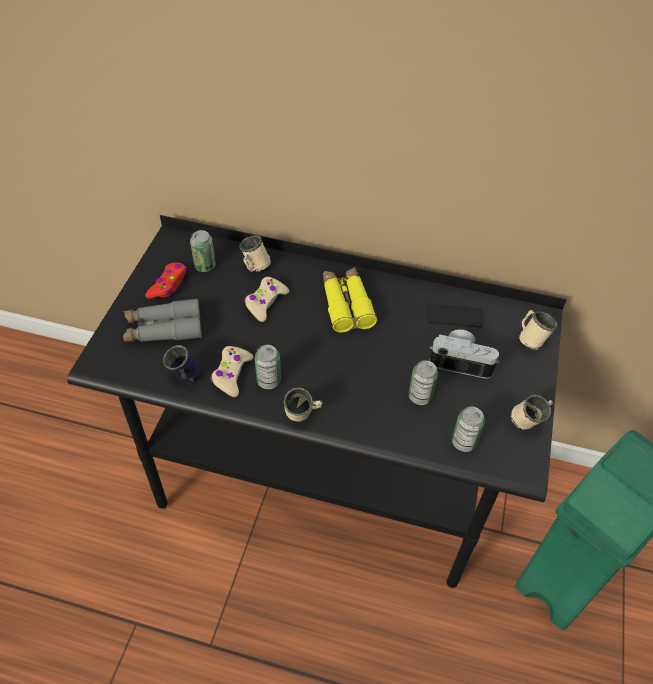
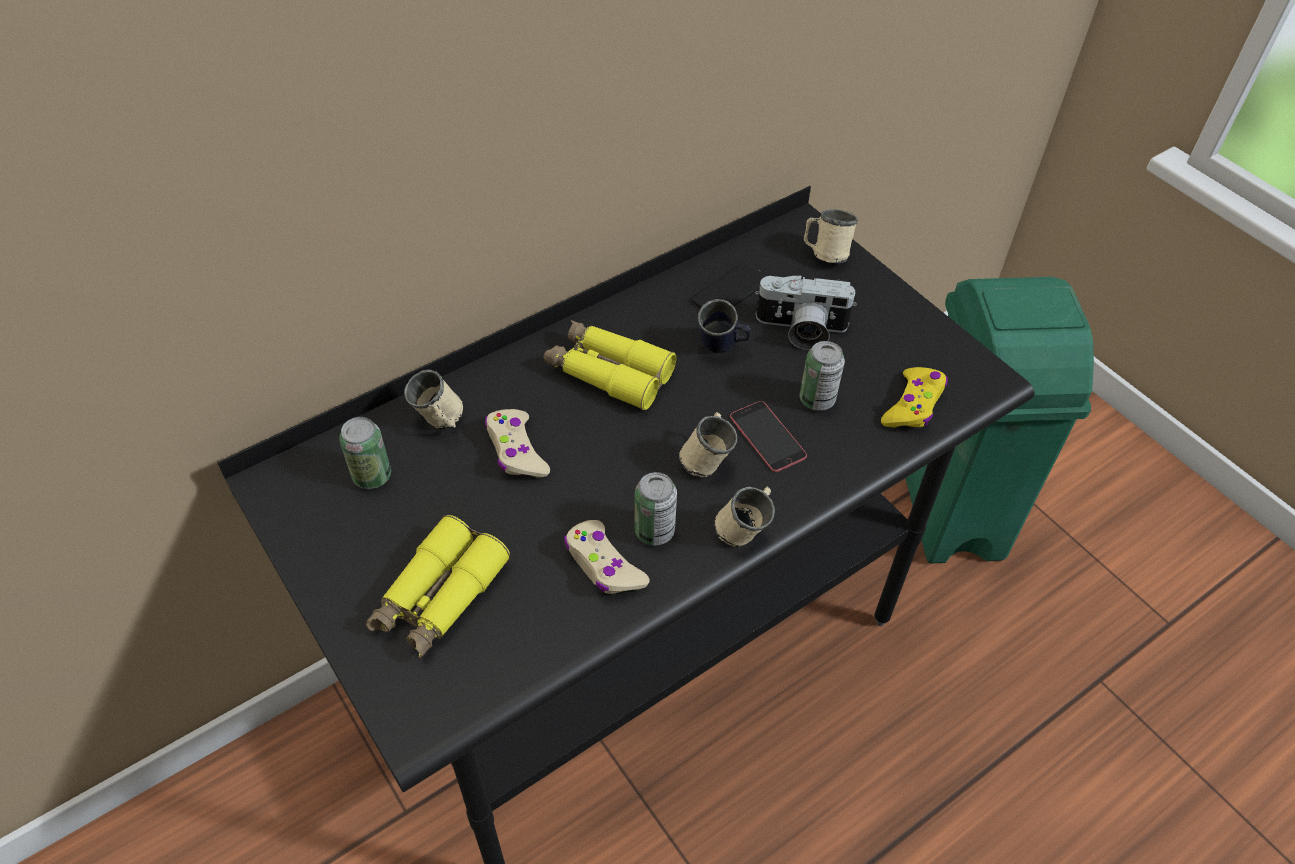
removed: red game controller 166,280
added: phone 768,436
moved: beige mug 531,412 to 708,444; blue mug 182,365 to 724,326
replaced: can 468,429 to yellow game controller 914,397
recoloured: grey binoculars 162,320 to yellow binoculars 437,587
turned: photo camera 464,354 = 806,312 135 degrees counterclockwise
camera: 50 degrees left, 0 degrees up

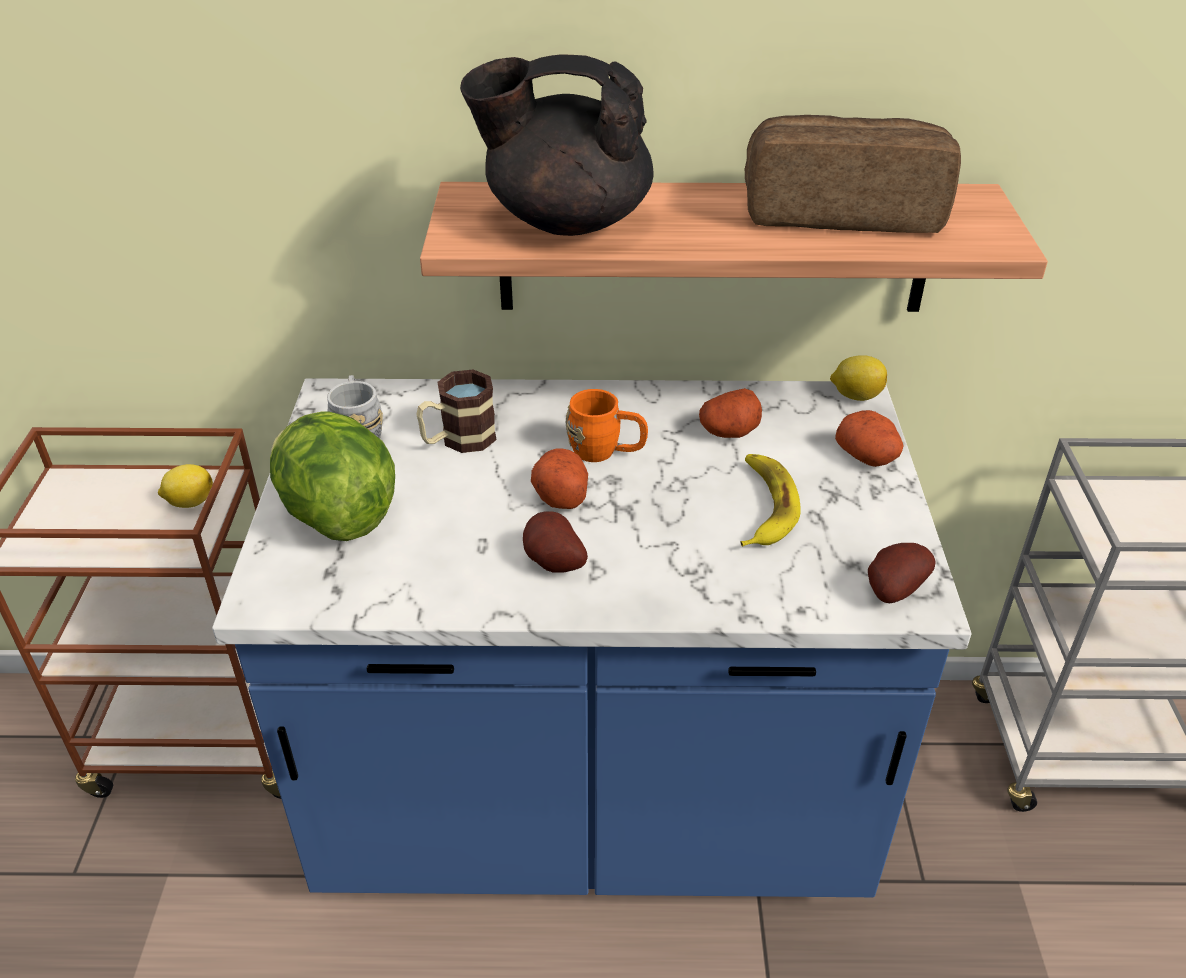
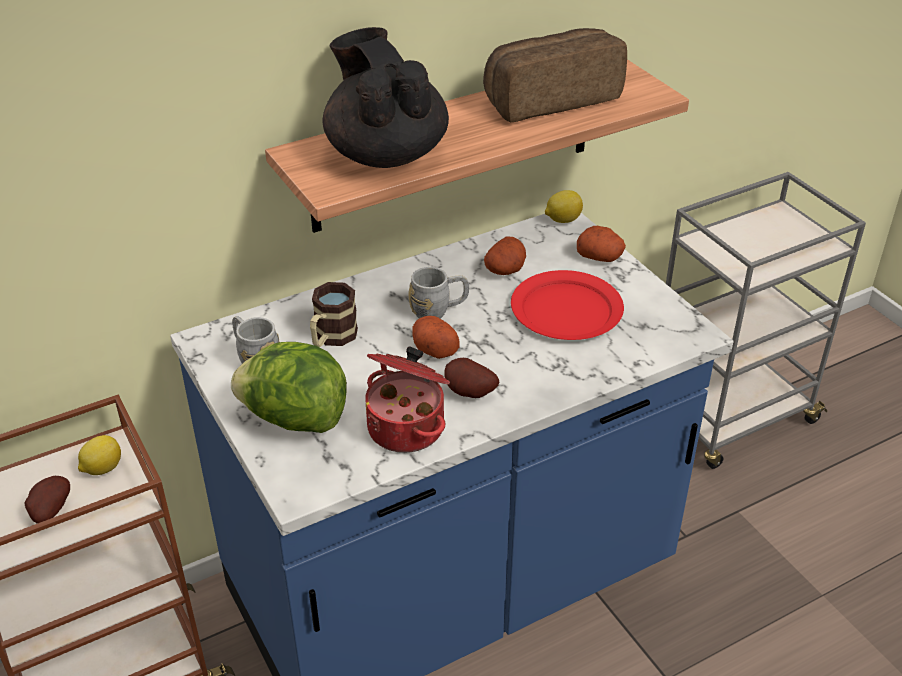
added: cooking pot 407,399
moved: potato 901,573 to 47,500
replaced: banana 770,500 to red plate 567,305
recoloured: orange mug 607,425 to grey mug 438,293
turned: black teapot 556,145 = 385,97 90 degrees clockwise
camera: 30 degrees left, 0 degrees up

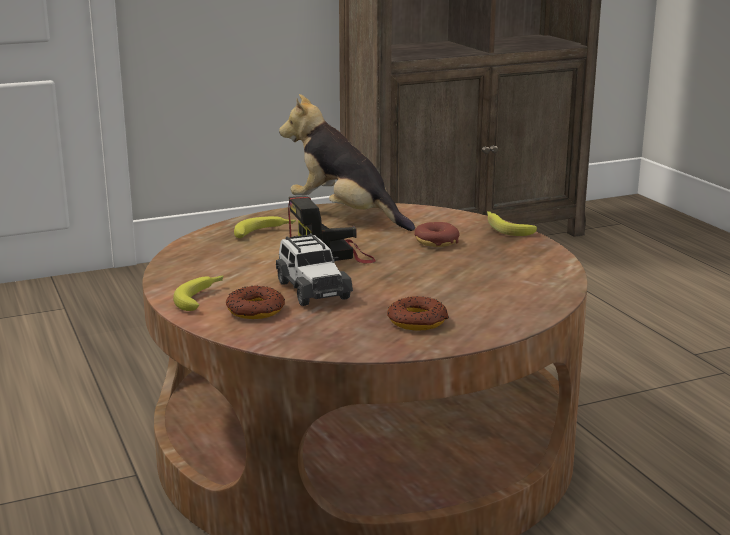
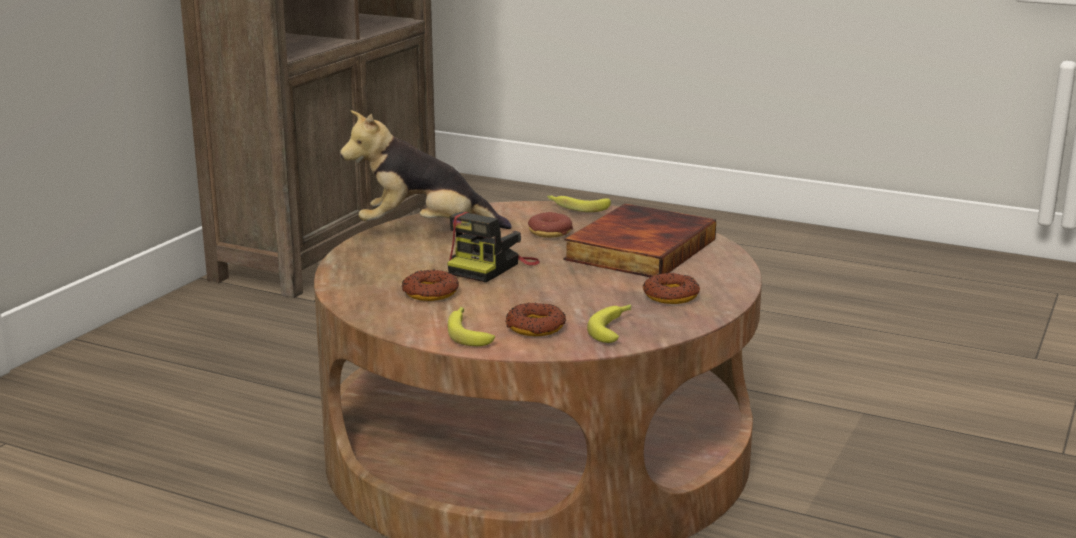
removed: toy car 314,269
added: donut 430,285; book 639,240
moved: banana 265,227 to 609,324
camera: 40 degrees left, 0 degrees up

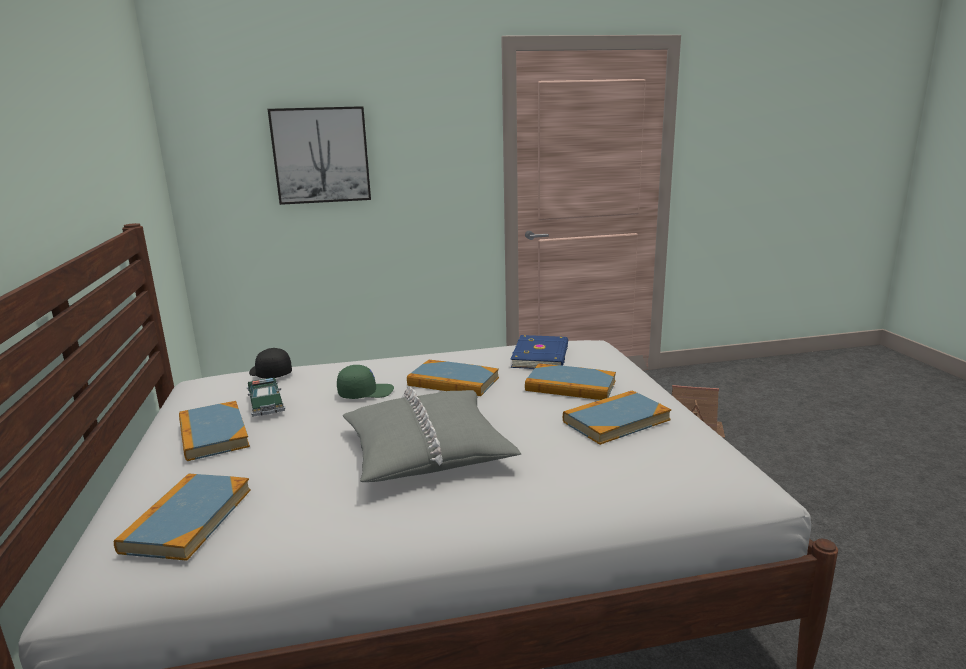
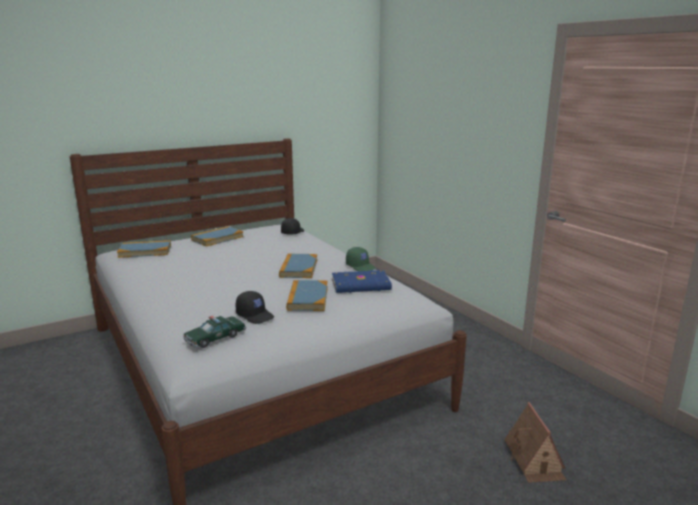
removed: picture 319,155; grey pillow 432,434
moved: toy car 266,397 to 214,332; green cap 365,382 to 361,259
replaced: book 617,417 to black cap 255,307
camera: 70 degrees right, 0 degrees up

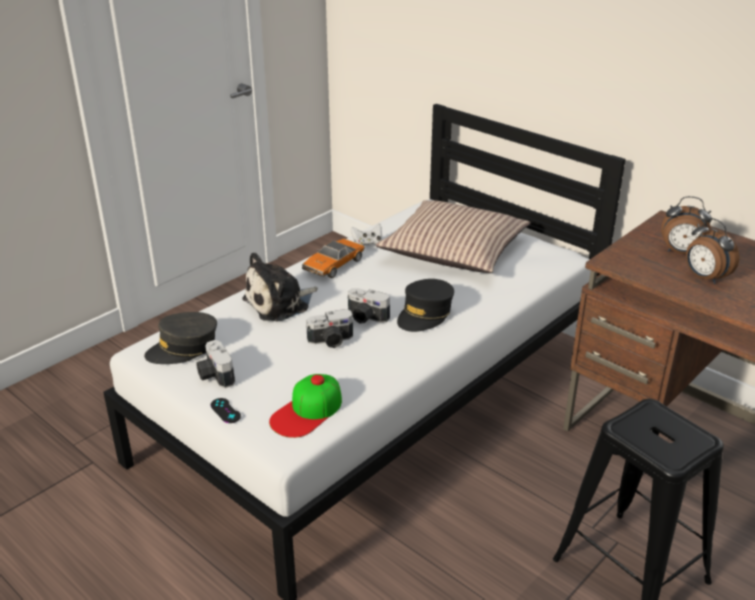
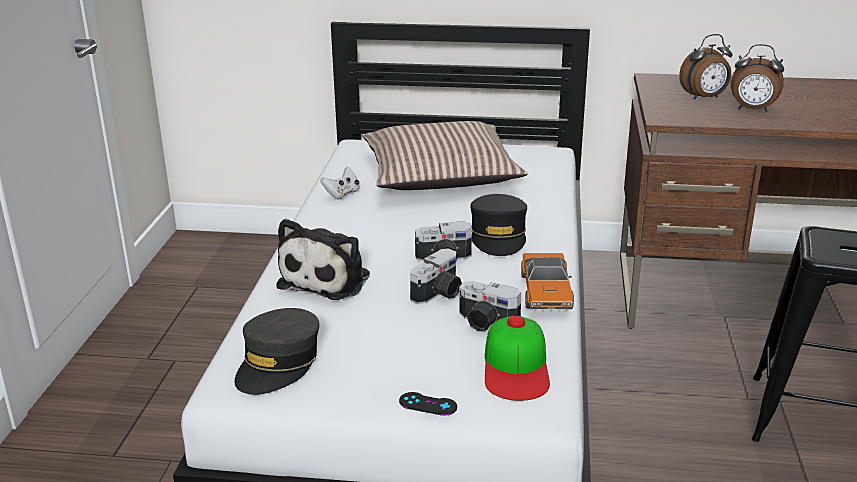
moved: photo camera 215,364 to 490,306; toy car 333,258 to 547,281
camera: 35 degrees left, 5 degrees down

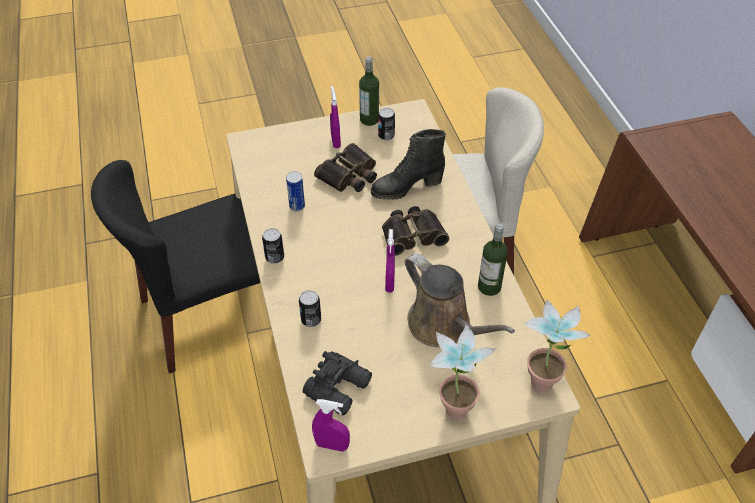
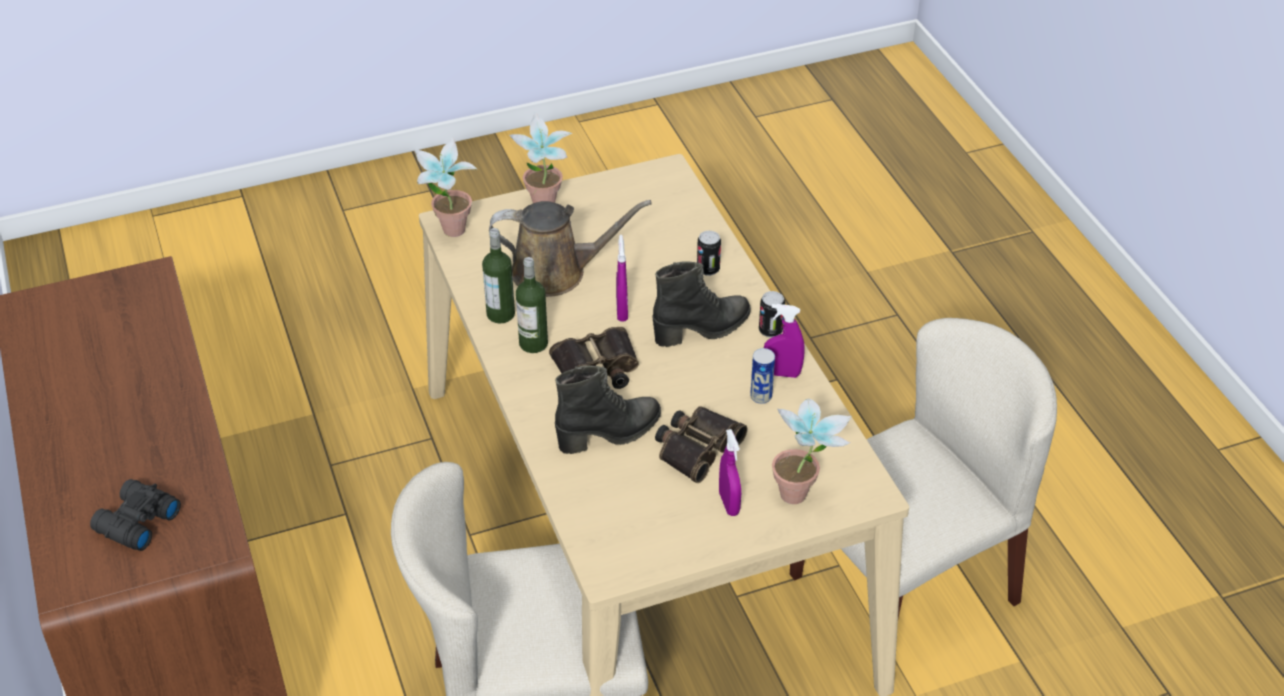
removed: can 386,124
added: black boot 701,304; potted plant 812,451
moved: black binoculars 337,383 to 135,515; bottle 369,91 to 532,305; purple spray bottle 331,425 to 784,341
recoloured: black chair 175,267 to beige chair 923,468
turned: brown watering can 460,300 = 570,248 135 degrees clockwise
camera: 175 degrees right, 5 degrees down

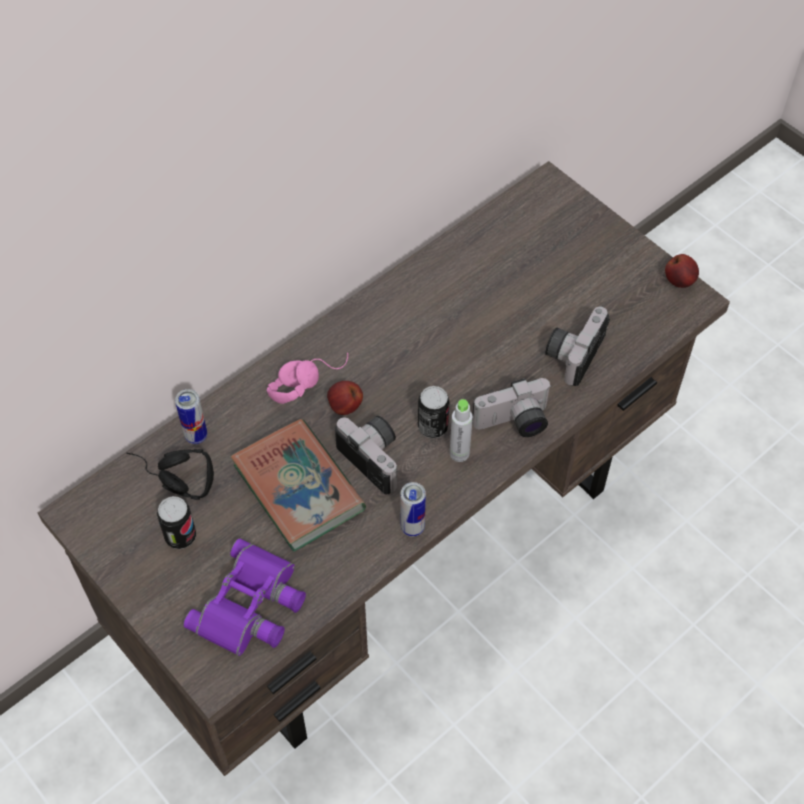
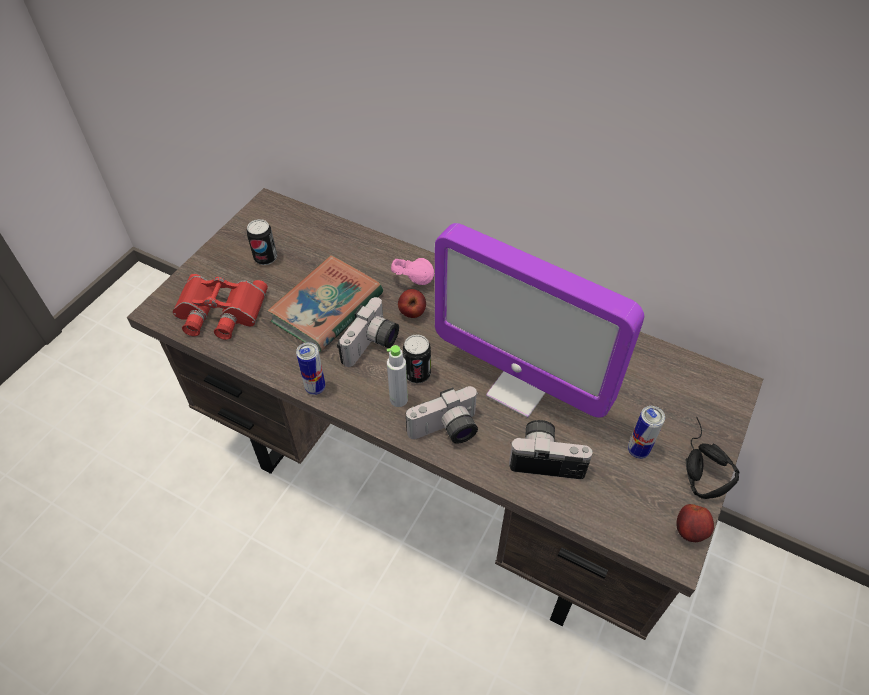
added: monitor 539,320
moved: can 191,416 to 646,432; black headphones 170,474 to 713,458
recoloured: purple binoculars 244,597 to red binoculars 220,307
turned: photo camera 512,407 = 442,415 75 degrees counterclockwise
camera: 70 degrees right, 5 degrees down

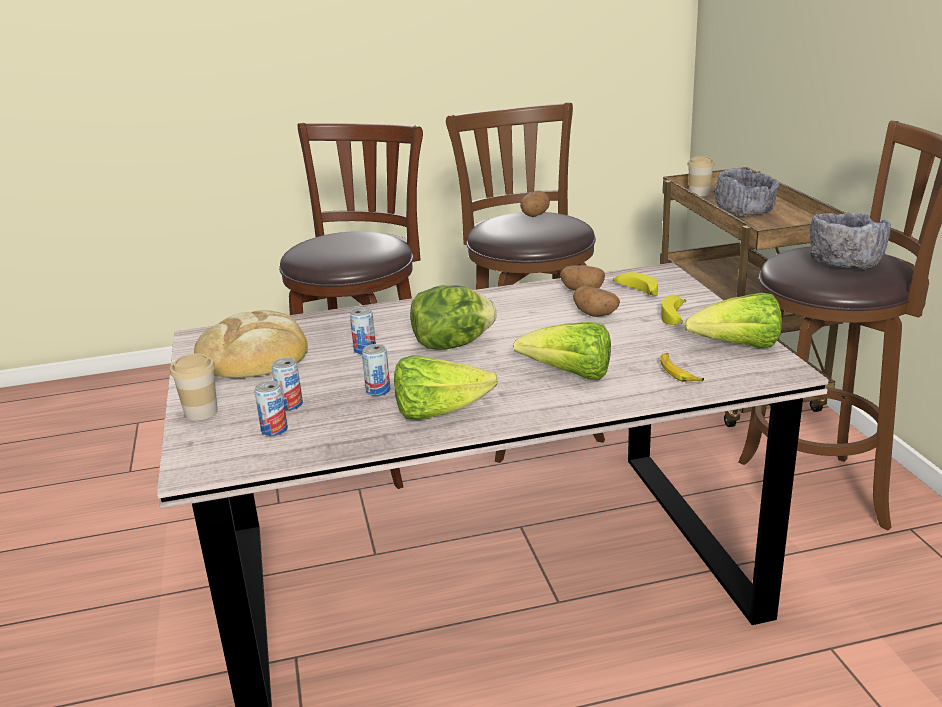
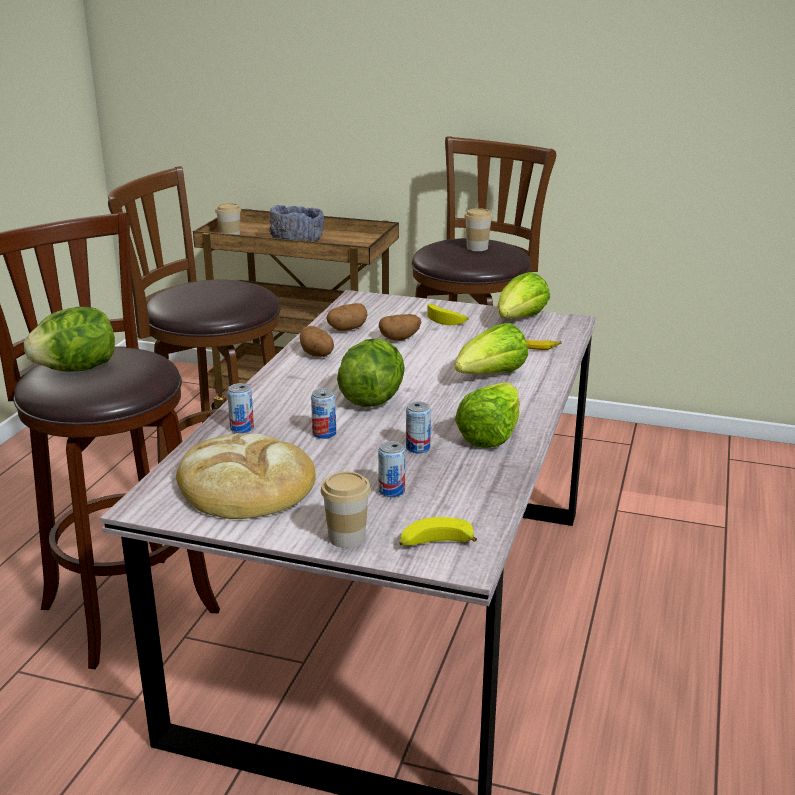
added: lettuce 69,339
moved: can 271,408 to 240,408; potato 535,203 to 317,341; banana 635,284 to 438,531
replaced: grey bowl 850,241 to cup 478,229
camera: 60 degrees left, 0 degrees up

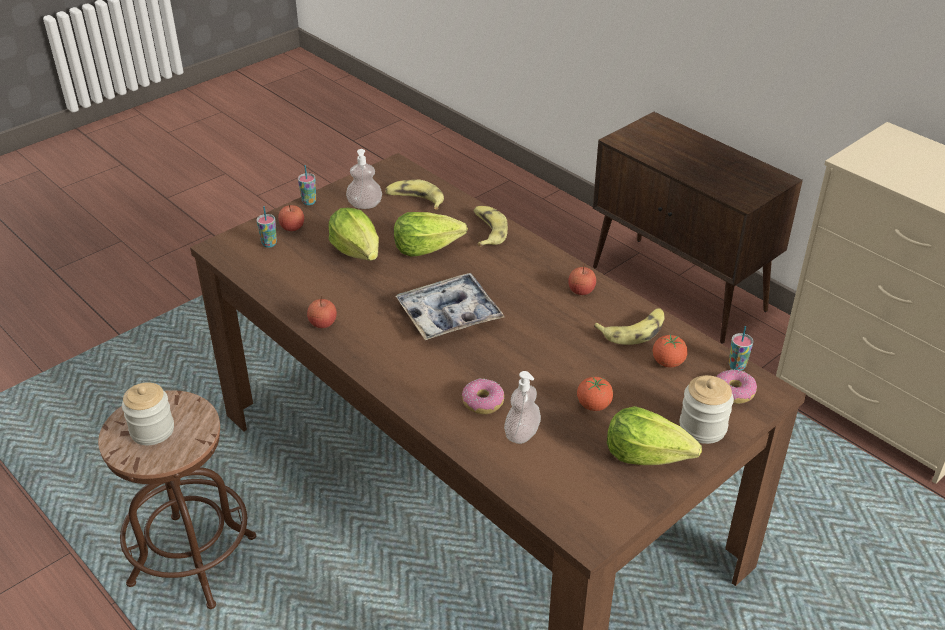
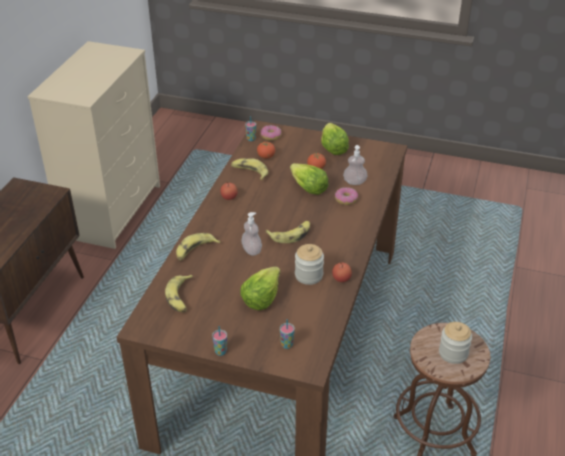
removed: apple 291,218
moved: soap dispenser 364,179 to 251,233; lettuce 431,234 to 309,179; jar 707,409 to 309,264
replaced: tray 450,306 to banana 287,232
camera: 120 degrees left, 0 degrees up

